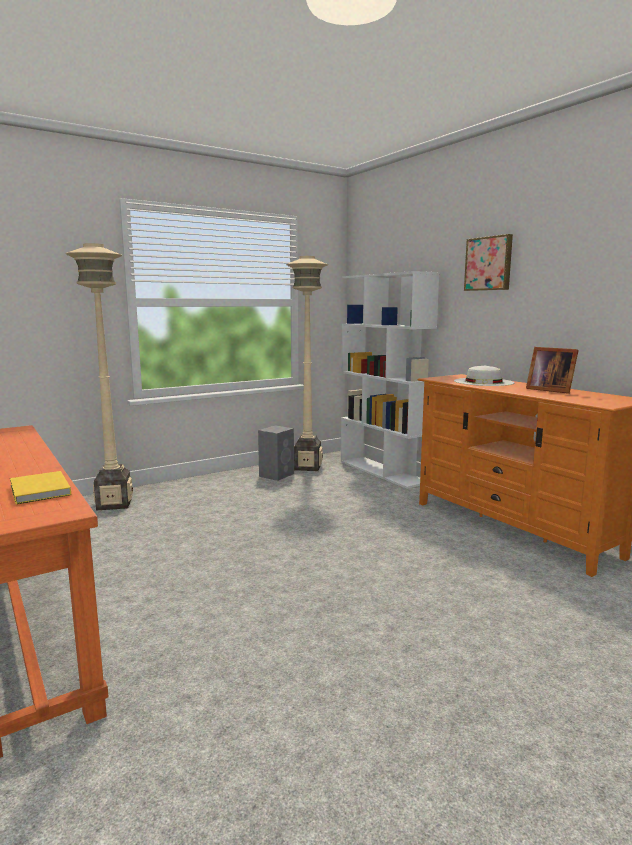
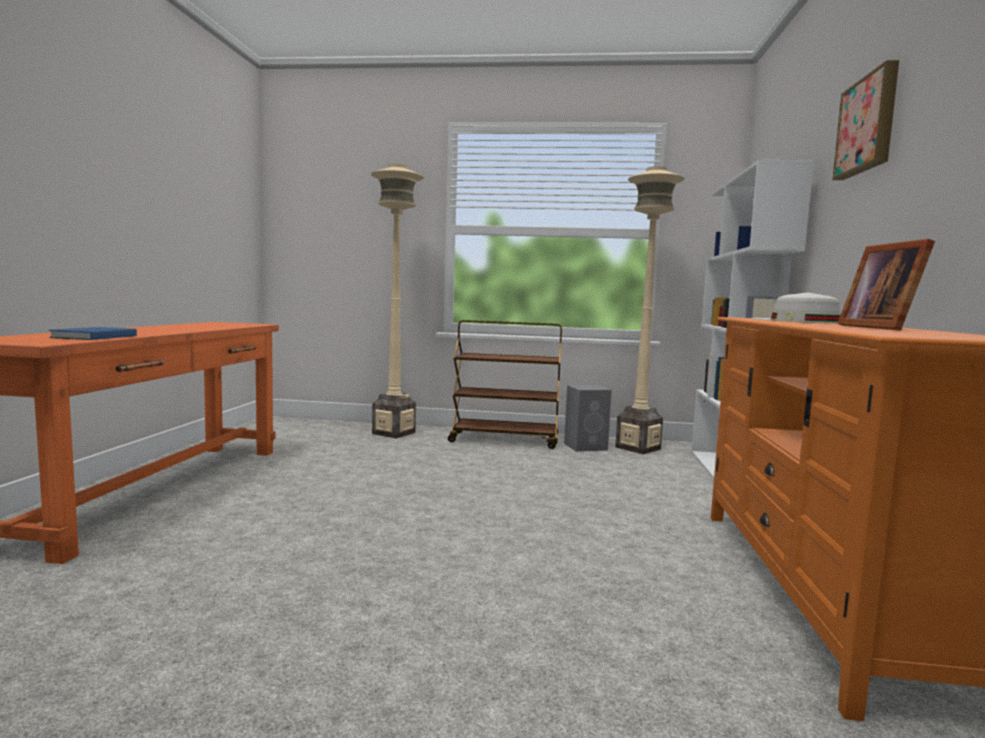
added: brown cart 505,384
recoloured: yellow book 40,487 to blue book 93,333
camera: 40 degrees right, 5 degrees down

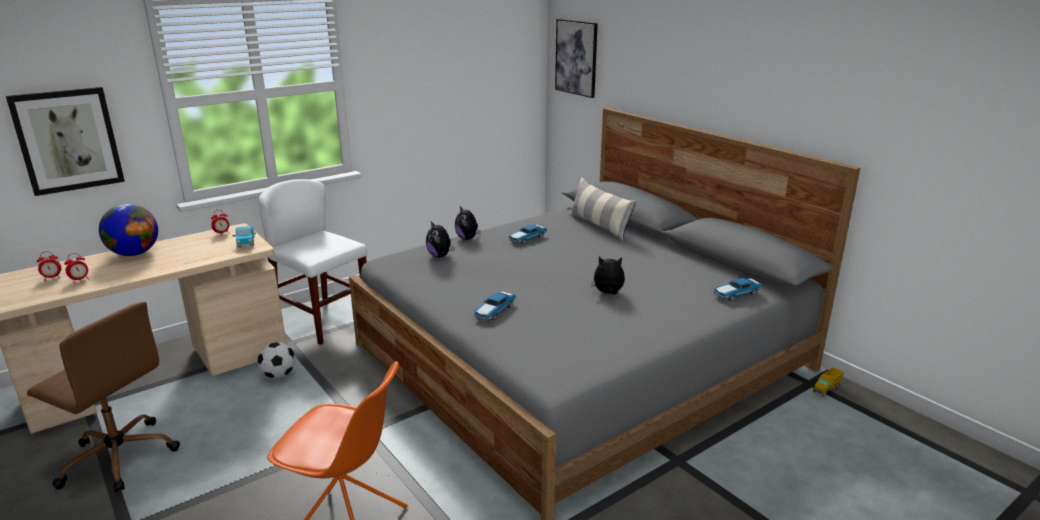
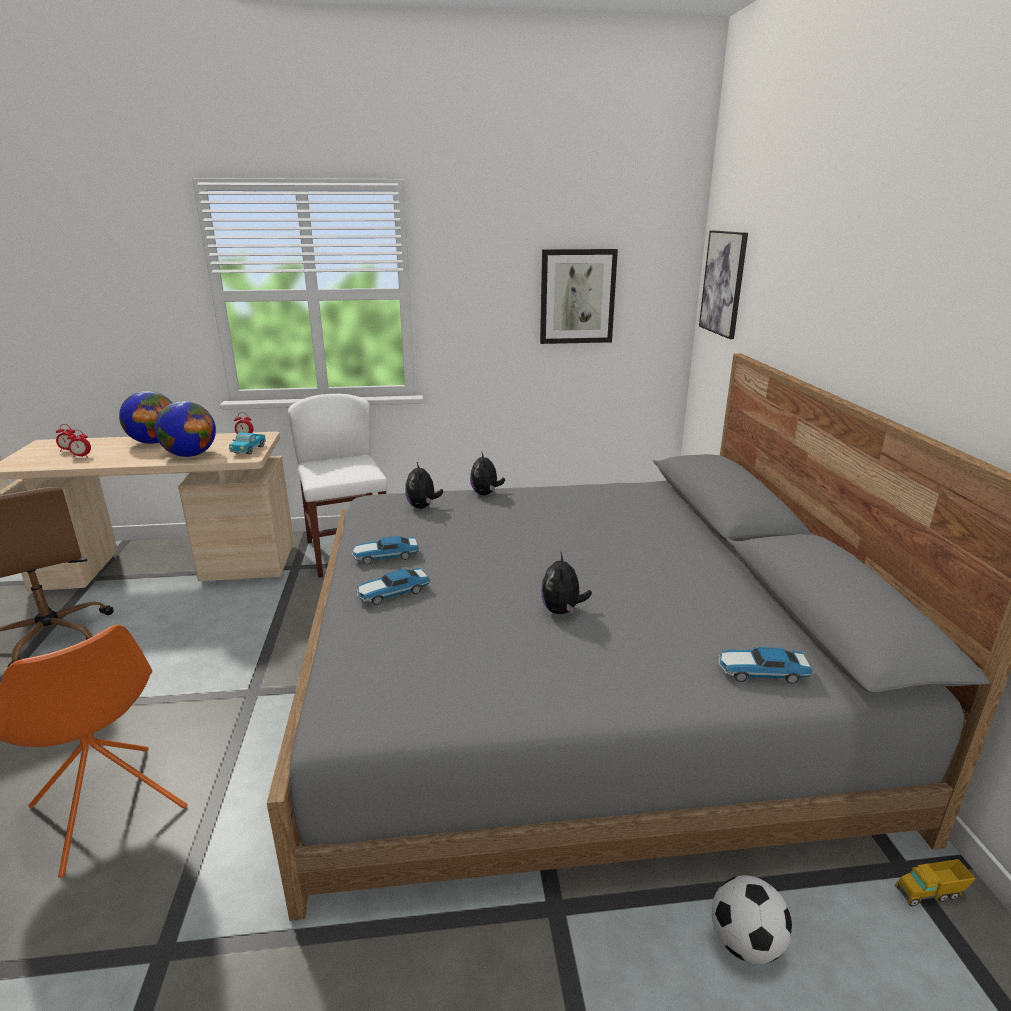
removed: pillow 602,209
added: globe 185,429
moved: toy car 527,234 to 385,550; picture 65,141 to 579,296; football 276,360 to 752,919
turned: plush toy 608,276 = 566,583 120 degrees counterclockwise
camera: 30 degrees right, 0 degrees up

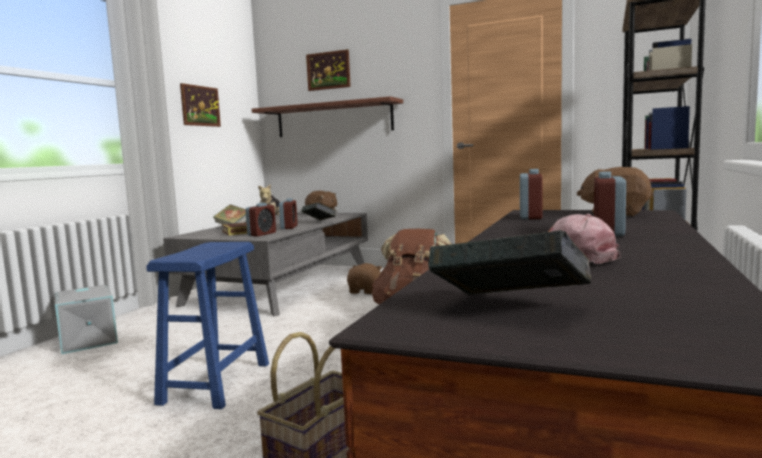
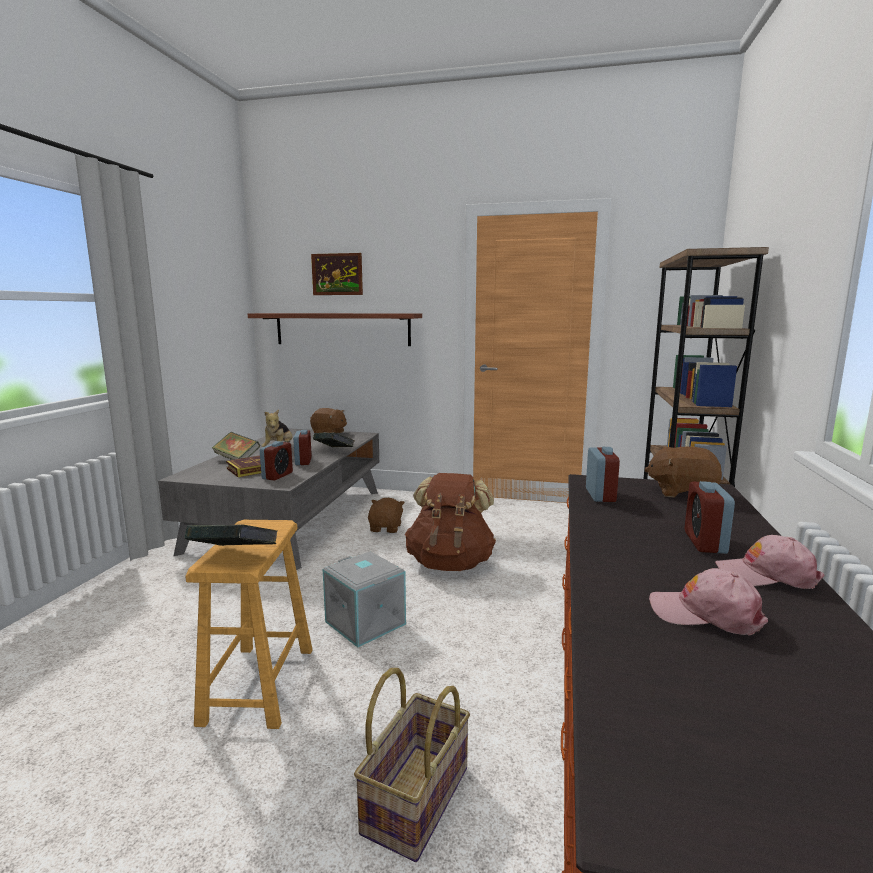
removed: picture 200,105
added: pink cap 770,562
moved: book 510,262 to 231,535; grey storage box 86,319 to 364,599
recoloured: blue stool 207,325 to brown stool 249,624
camera: 10 degrees left, 5 degrees up

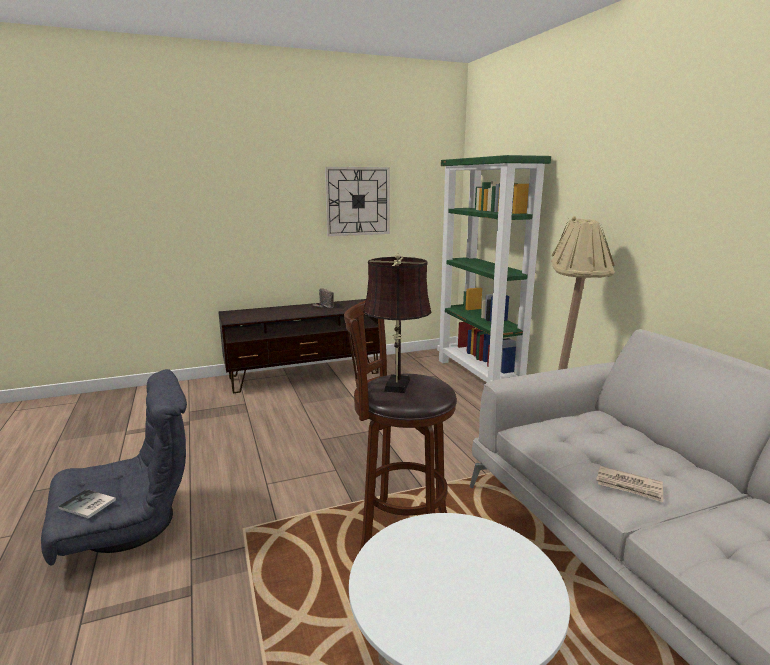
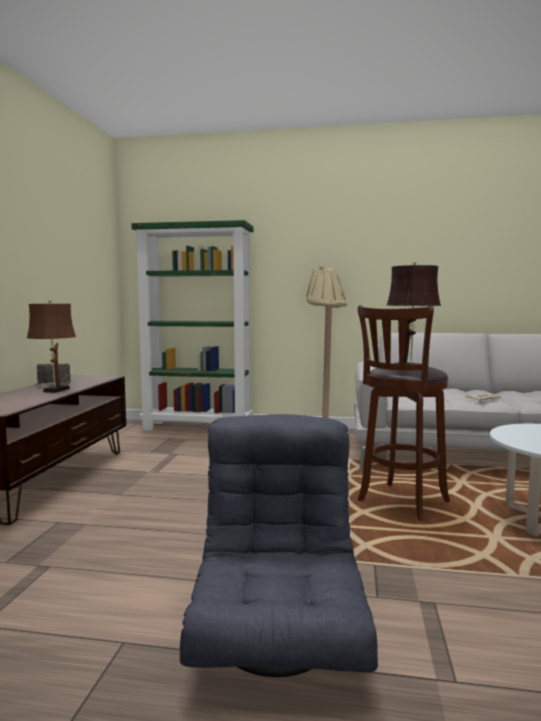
removed: book 87,504; wall clock 357,201
added: brown table lamp 51,346
camera: 60 degrees left, 10 degrees down

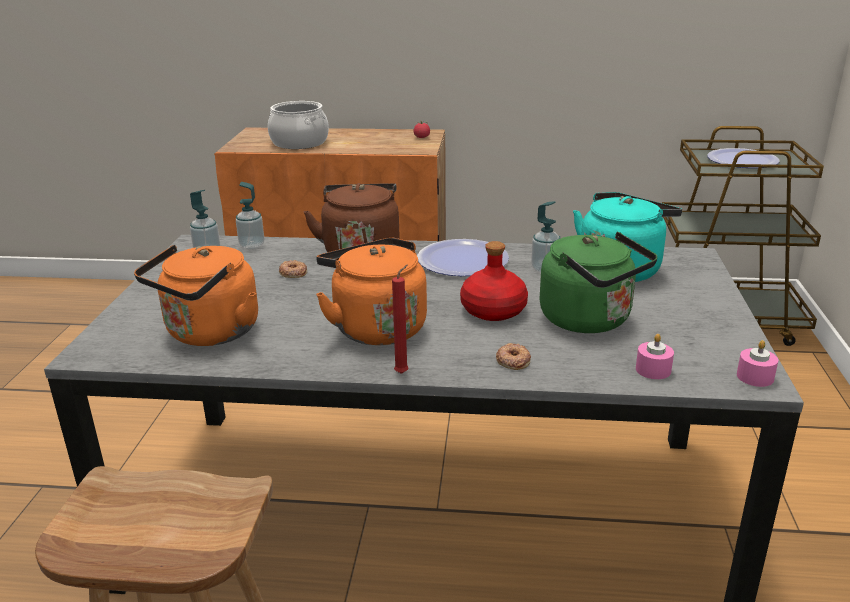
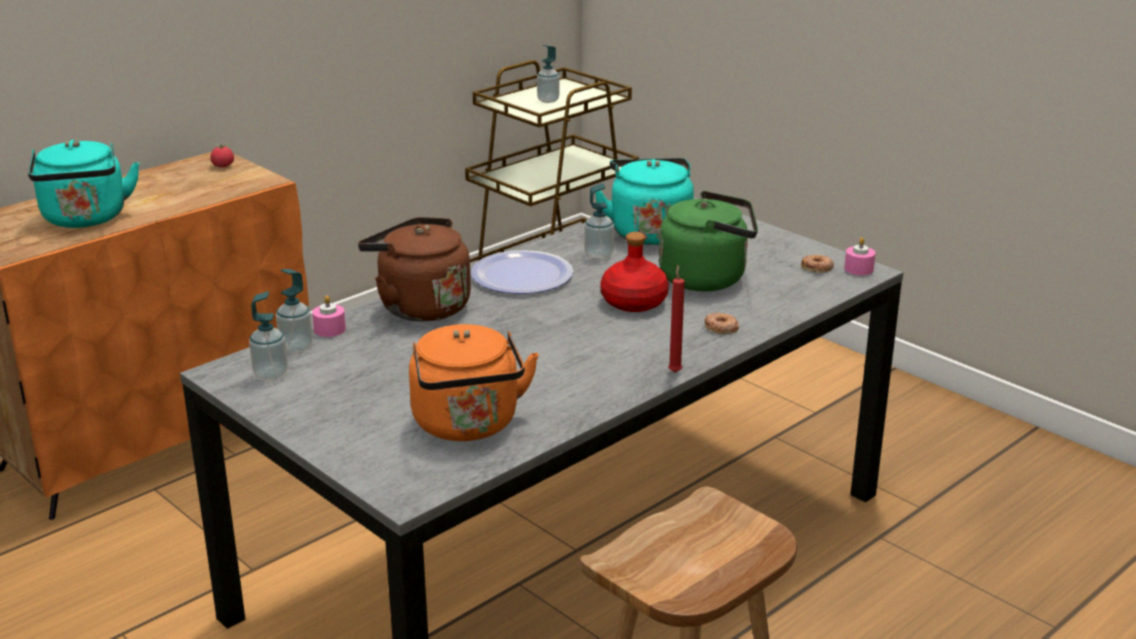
removed: orange kettle 371,291
moved: pink candle 655,356 to 329,316; donut 293,269 to 817,263
replaced: cooking pot 298,125 to turquoise kettle 83,184; plate 743,158 to soap dispenser 548,74
camera: 50 degrees left, 0 degrees up

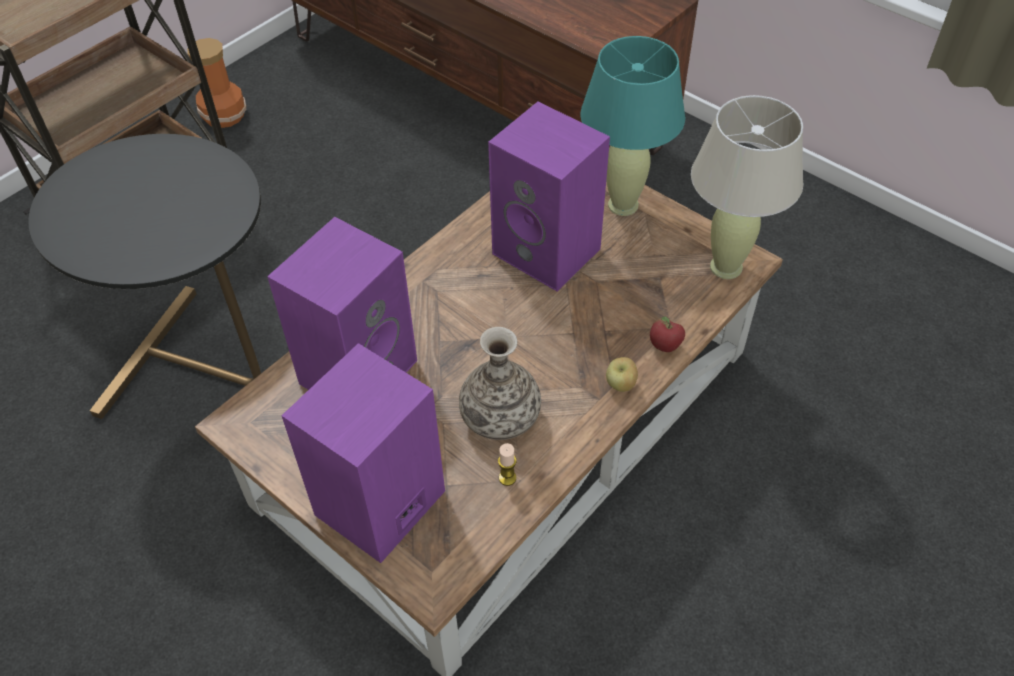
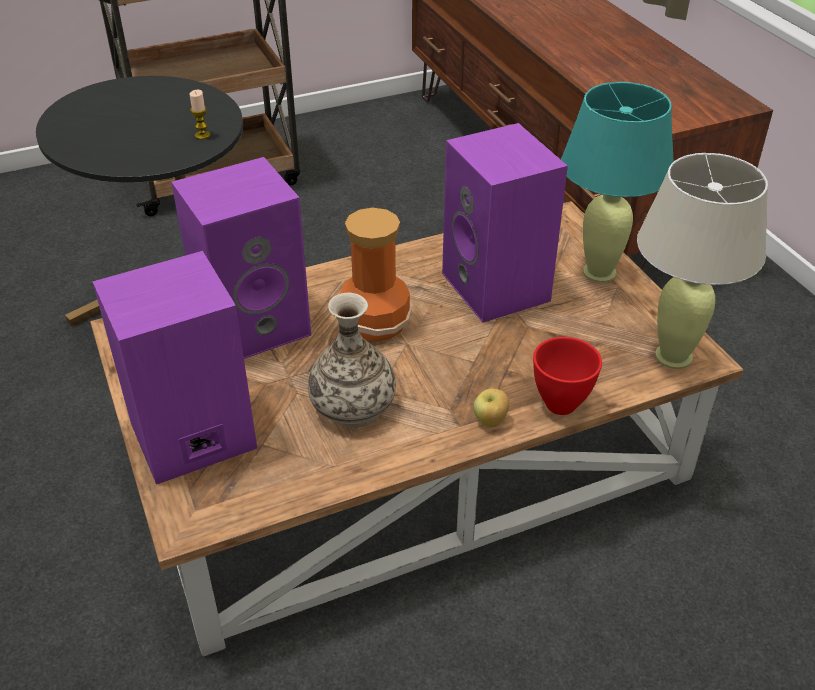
moved: candle 507,464 to 200,115; vase 216,83 to 375,275
replaced: apple 667,334 to red bowl 567,376
camera: 25 degrees right, 10 degrees down

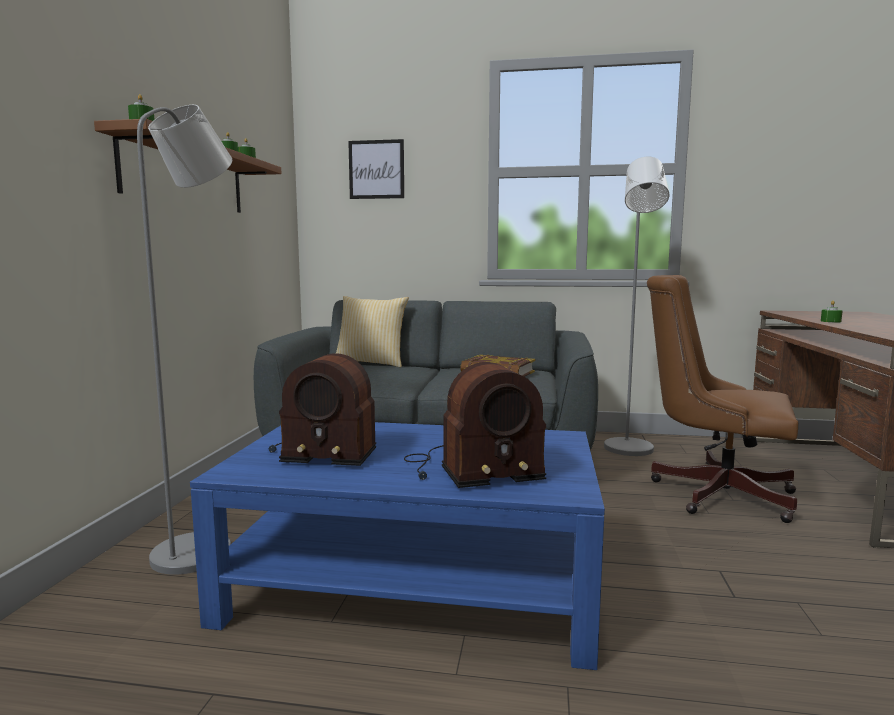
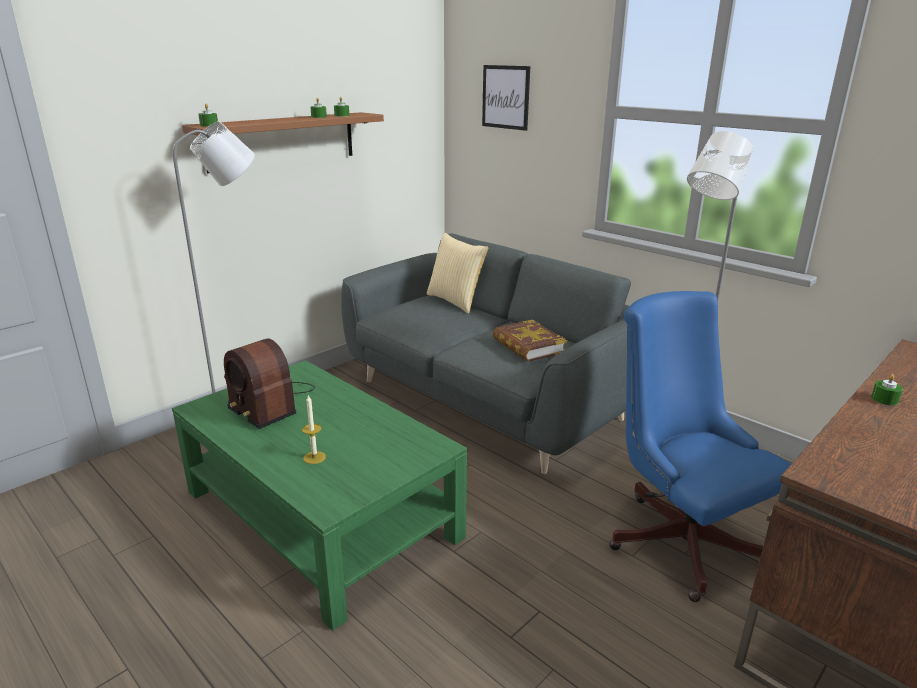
replaced: radio 475,425 to candle 314,429
recoloured: blue coffee table 397,546 to green coffee table 319,495; brown office chair 722,399 to blue office chair 700,446
camera: 35 degrees right, 15 degrees up

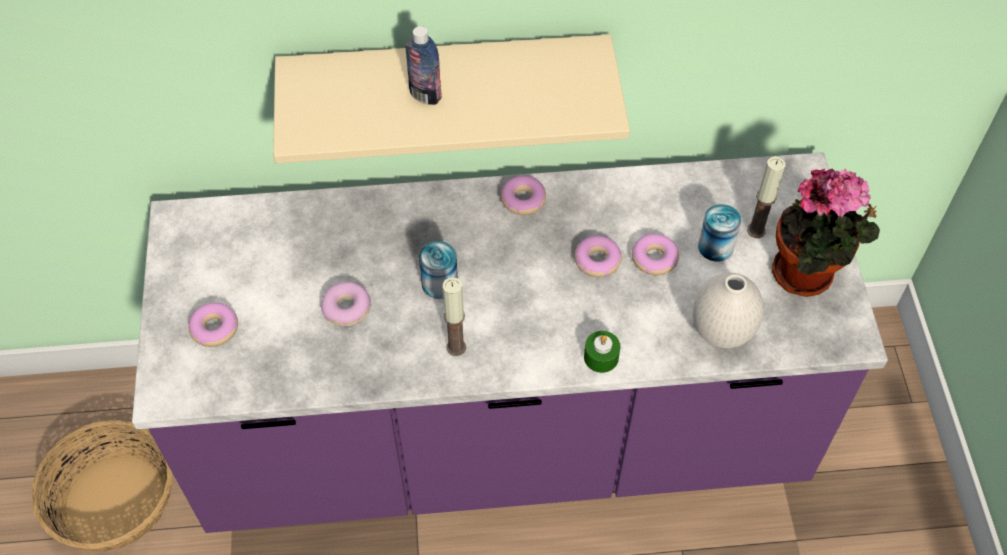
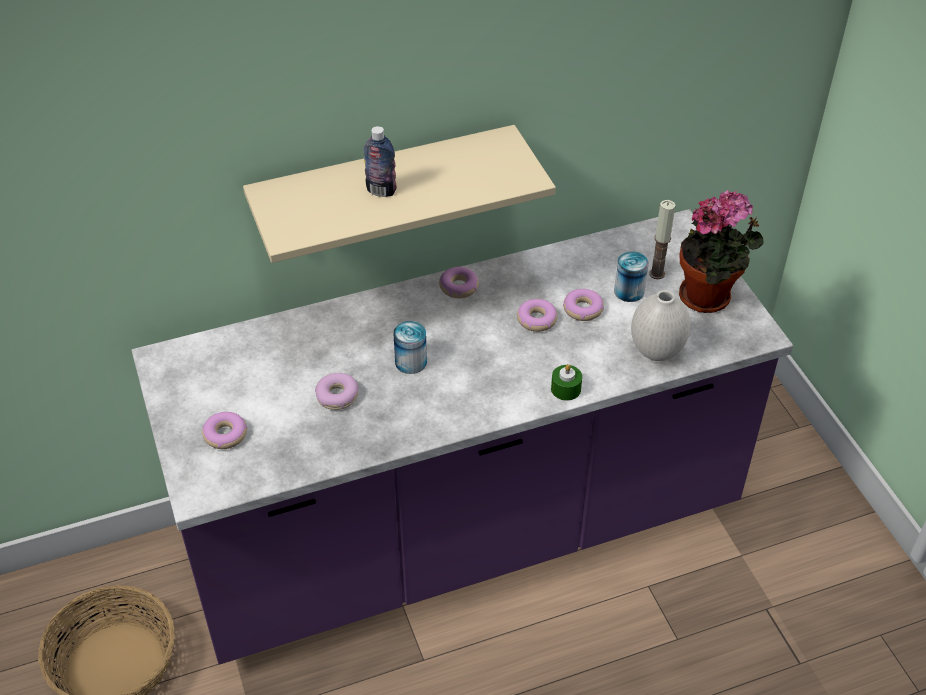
removed: candle 454,316
camera: 15 degrees left, 10 degrees down

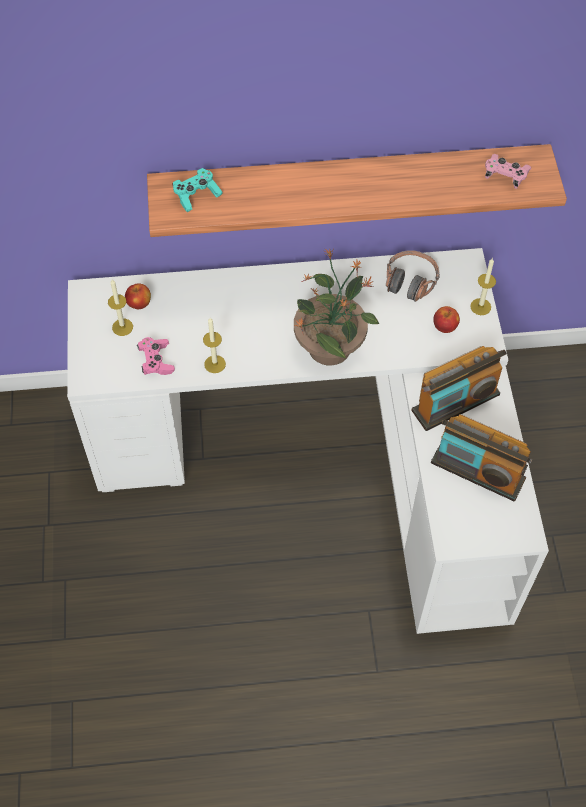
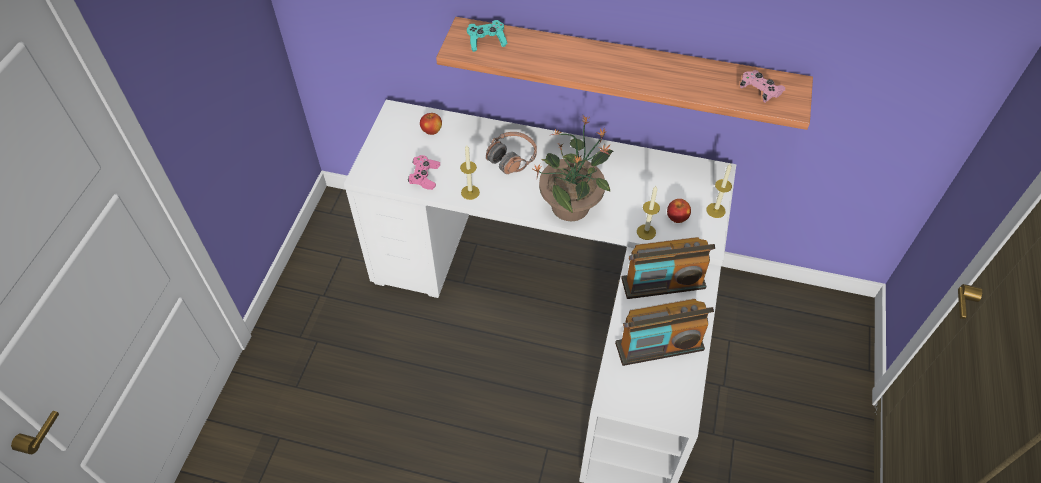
moved: headphones 413,276 to 511,153; candle 120,307 to 648,213
turned: radio 481,457 = 664,332 60 degrees counterclockwise
camera: 20 degrees right, 5 degrees down

